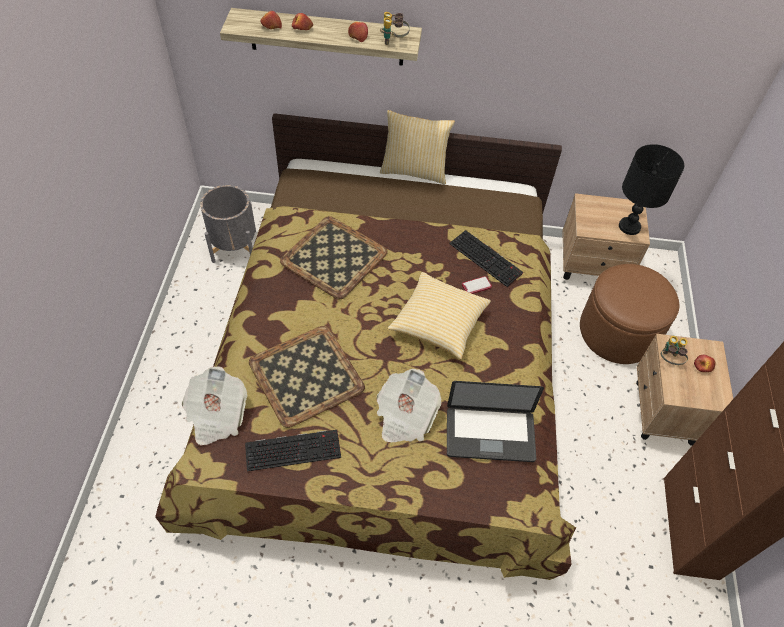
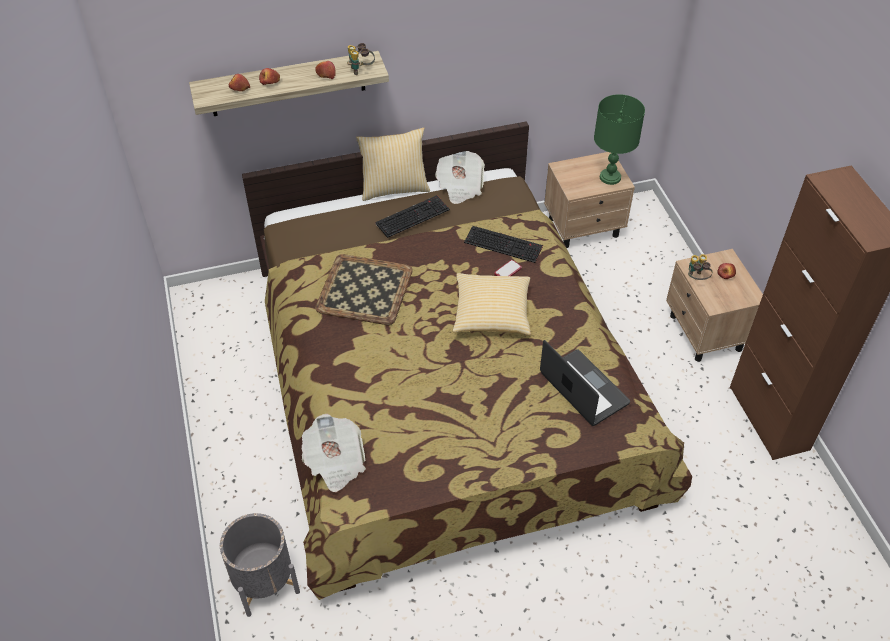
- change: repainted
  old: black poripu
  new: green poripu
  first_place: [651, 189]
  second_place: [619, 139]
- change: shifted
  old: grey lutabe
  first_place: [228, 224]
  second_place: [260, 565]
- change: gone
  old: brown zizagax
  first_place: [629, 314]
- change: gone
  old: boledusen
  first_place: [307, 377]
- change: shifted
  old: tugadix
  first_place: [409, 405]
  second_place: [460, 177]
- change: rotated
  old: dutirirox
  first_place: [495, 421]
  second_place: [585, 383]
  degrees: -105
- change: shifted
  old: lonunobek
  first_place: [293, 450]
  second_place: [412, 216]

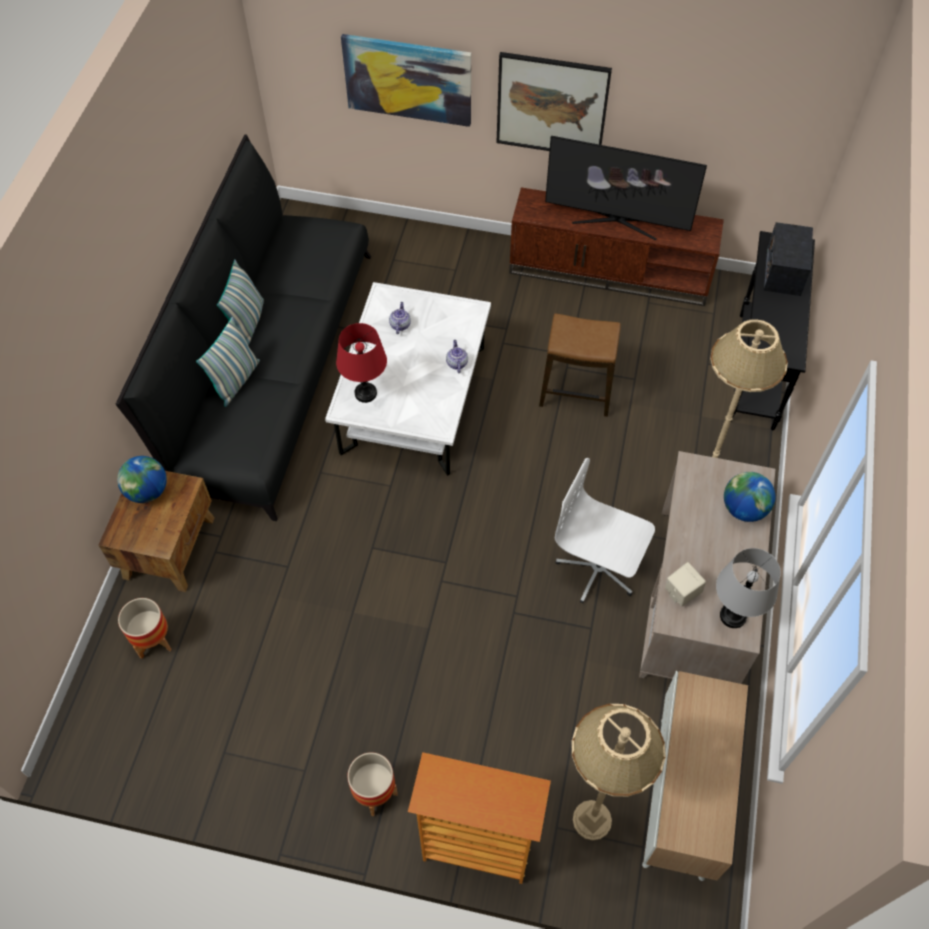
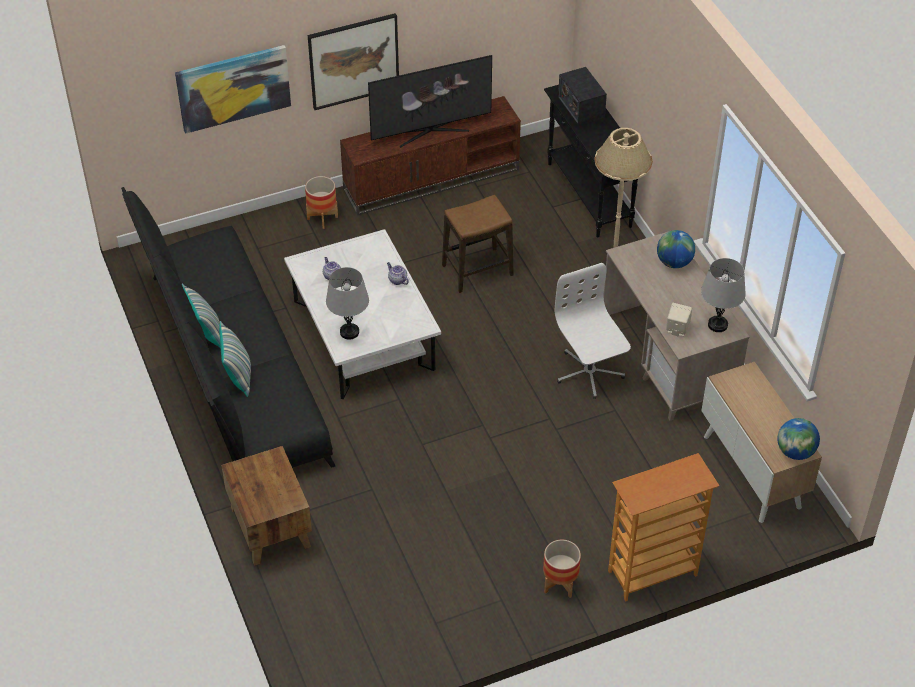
- change: repainted
  old: red poripu
  new: grey poripu
  first_place: [361, 363]
  second_place: [347, 303]
- change: shifted
  old: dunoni
  first_place: [142, 479]
  second_place: [798, 439]
- change: rotated
  old: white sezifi
  first_place: [605, 530]
  second_place: [593, 331]
  degrees: 75
- change: shifted
  old: lutabe
  first_place: [145, 628]
  second_place: [321, 202]
- change: gone
  old: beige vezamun
  first_place: [618, 772]

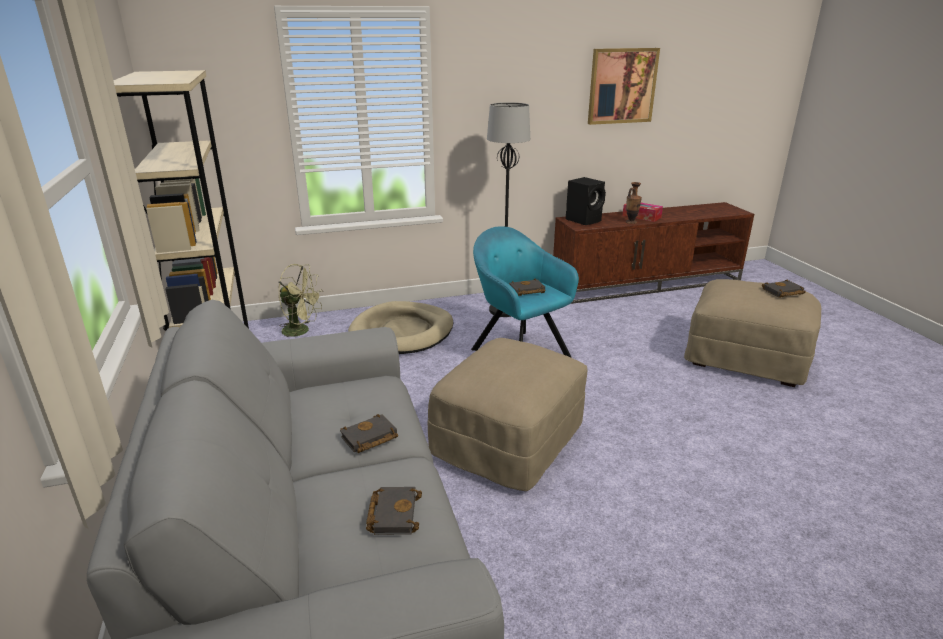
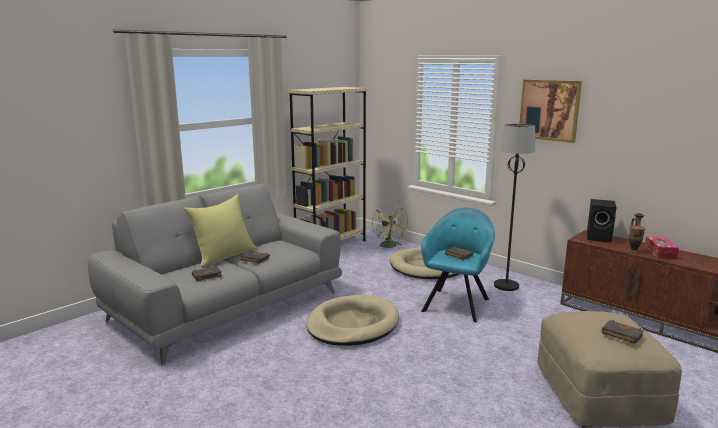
- change: shifted
  old: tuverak
  first_place: [624, 86]
  second_place: [550, 111]
- change: swapped
  old: beige zizagax
  new: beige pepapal
  first_place: [507, 414]
  second_place: [352, 320]
- change: new
  new: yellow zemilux
  second_place: [219, 230]

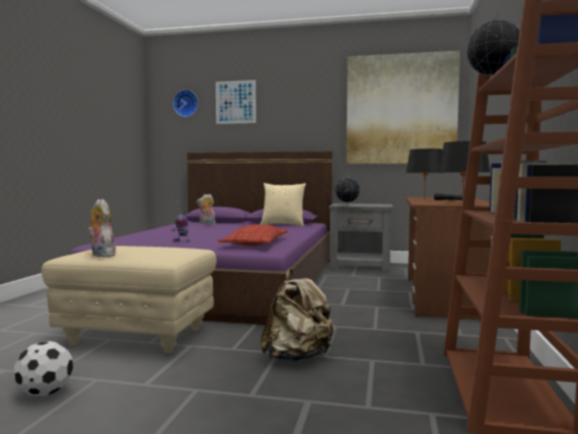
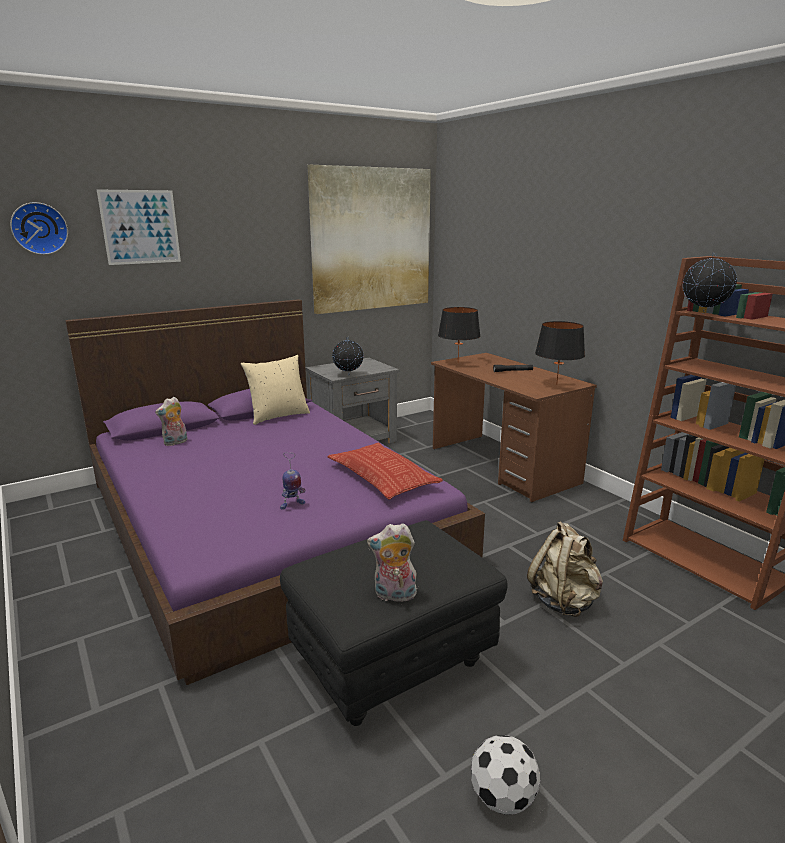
- change: repainted
  old: beige zizagax
  new: black zizagax
  first_place: [128, 300]
  second_place: [394, 623]

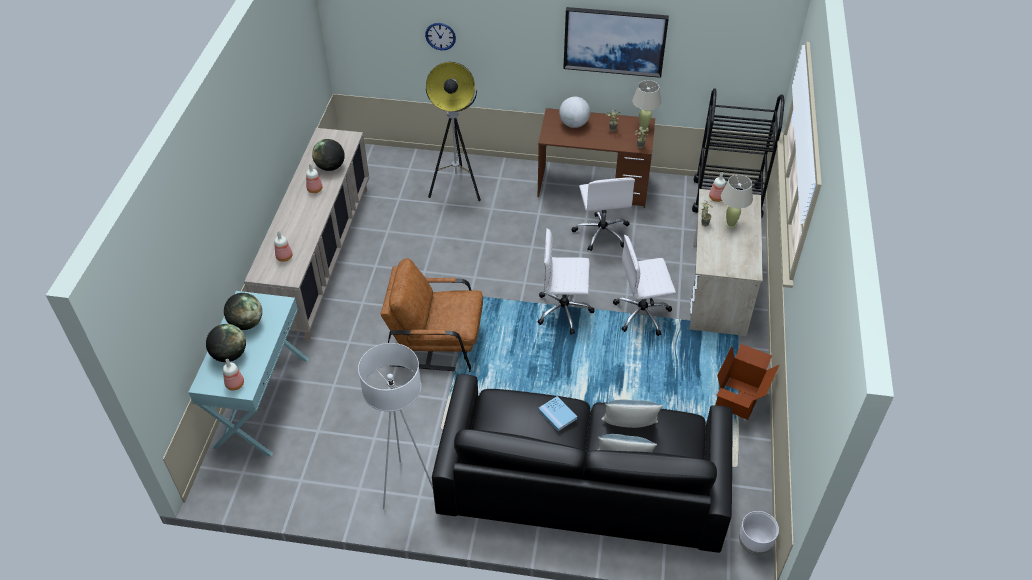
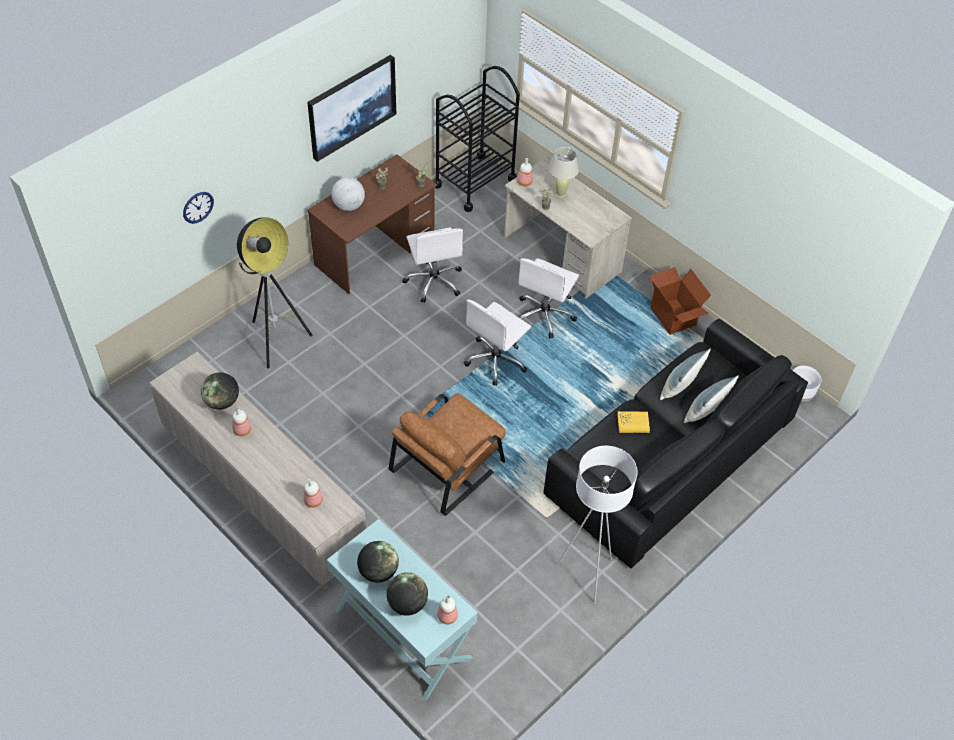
- change: gone
  old: beige poripu
  first_place: [646, 105]
- change: rotated
  old: white sezifi
  first_place: [603, 214]
  second_place: [432, 265]
  degrees: 45
- change: repainted
  old: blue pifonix
  new: yellow pifonix
  first_place: [557, 413]
  second_place: [633, 422]

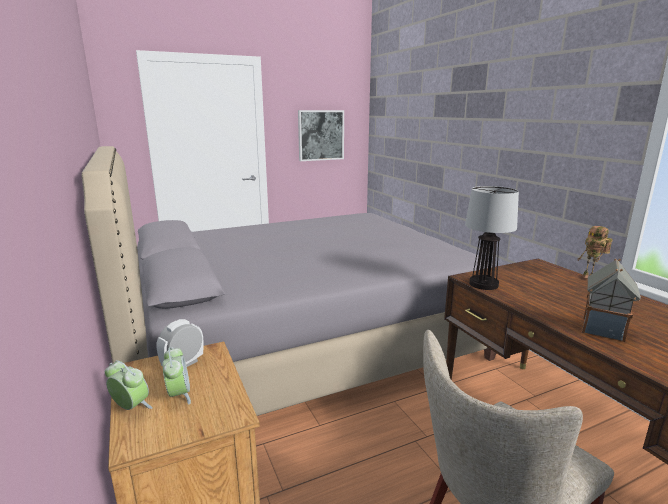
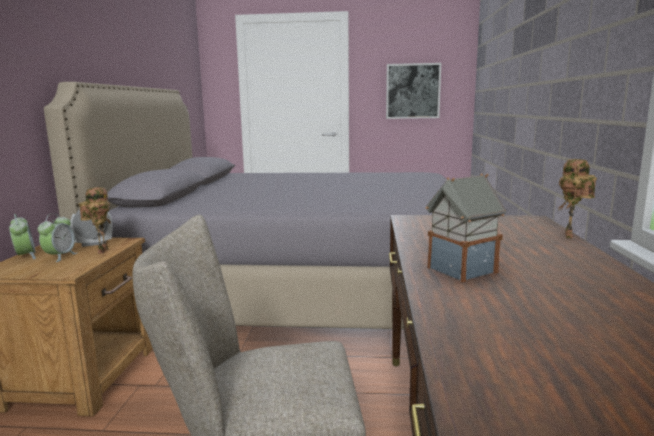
- change: gone
  old: poripu
  first_place: [492, 238]
- change: new
  new: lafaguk
  second_place: [95, 220]

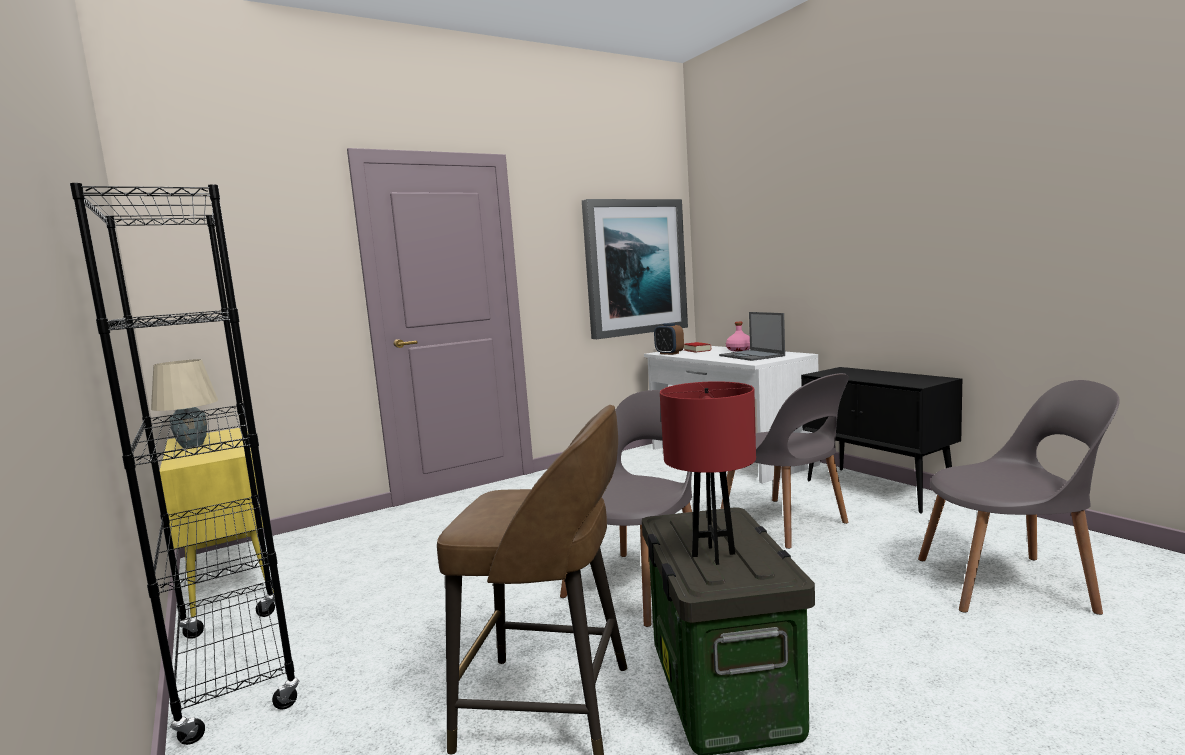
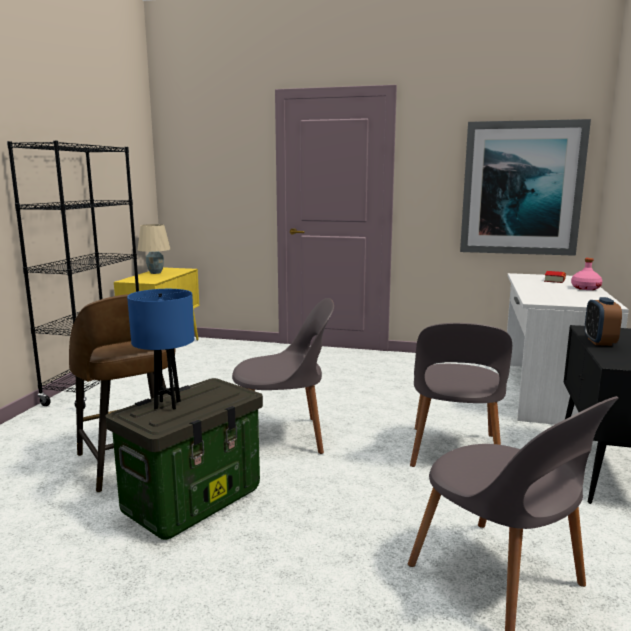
- change: gone
  old: dutirirox
  first_place: [752, 336]
- change: shifted
  old: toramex
  first_place: [669, 339]
  second_place: [603, 321]
- change: repainted
  old: red poripu
  new: blue poripu
  first_place: [708, 473]
  second_place: [160, 349]

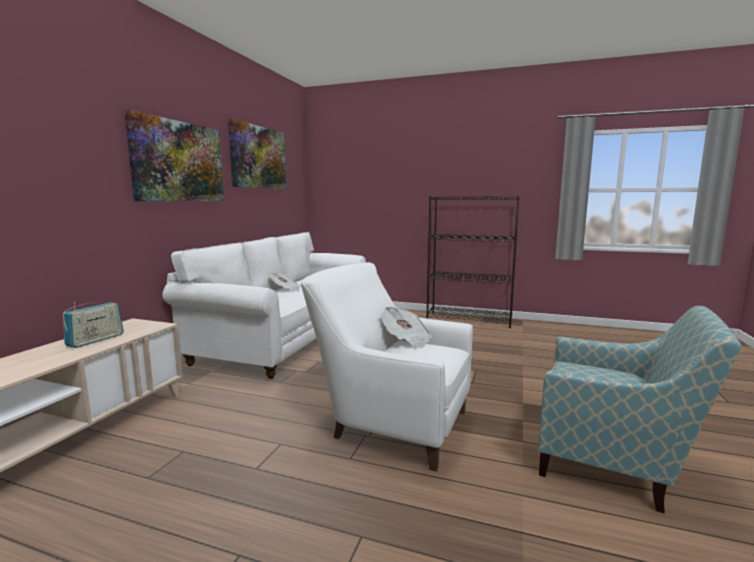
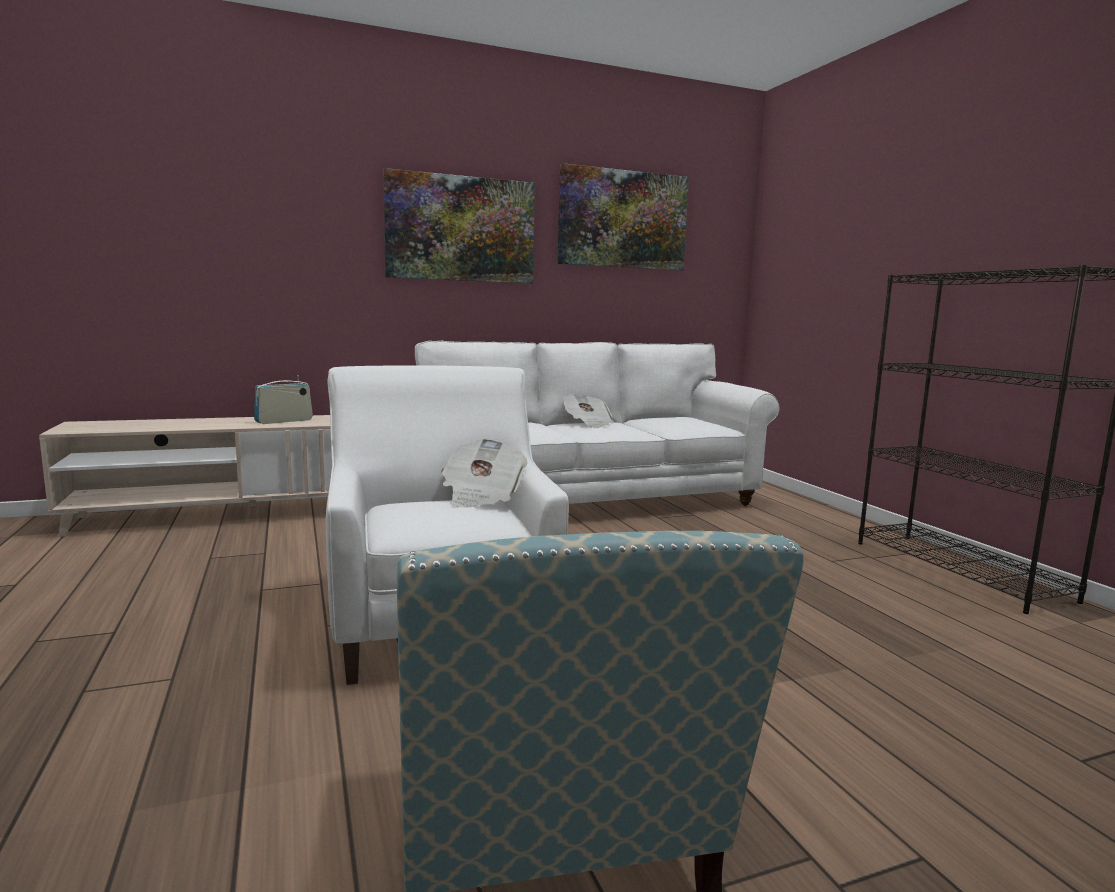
- change: rotated
  old: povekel
  first_place: [93, 325]
  second_place: [283, 399]
  degrees: 150

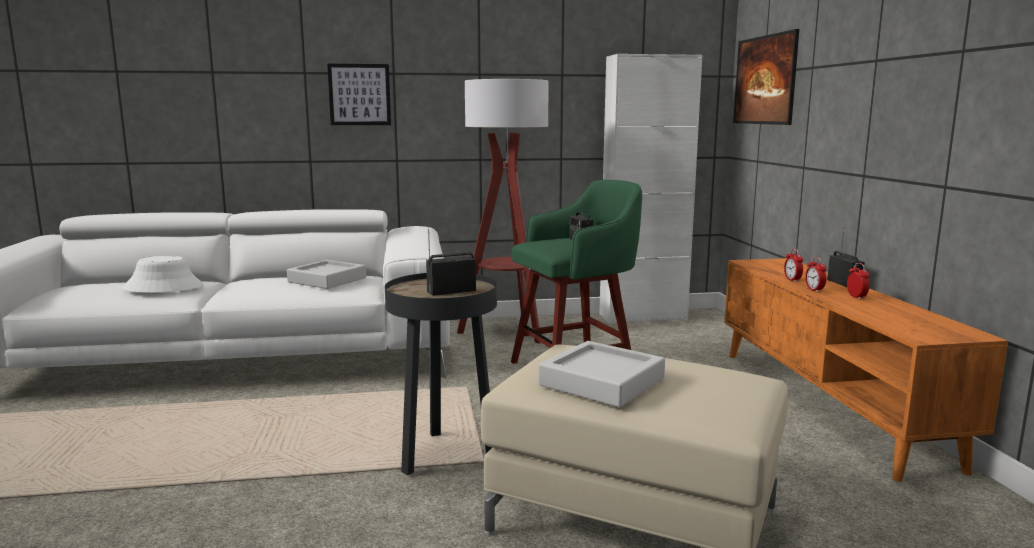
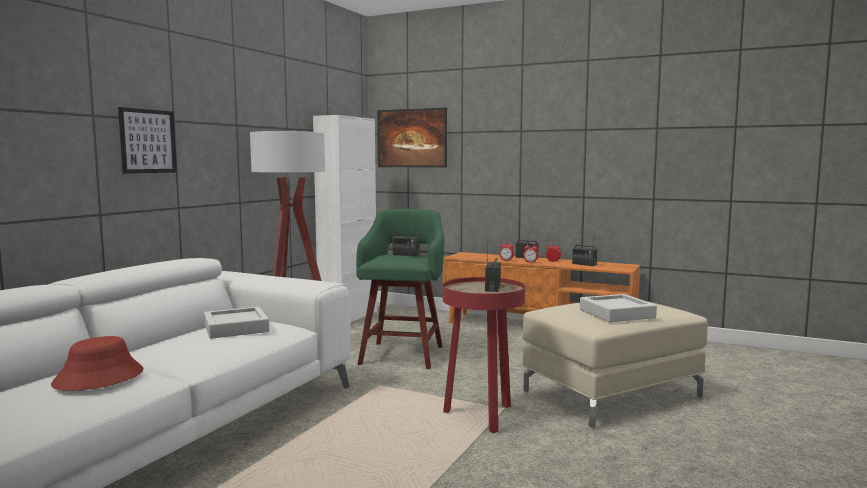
- change: repainted
  old: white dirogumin
  new: red dirogumin
  first_place: [162, 274]
  second_place: [97, 363]
- change: repainted
  old: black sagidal
  new: red sagidal
  first_place: [441, 374]
  second_place: [484, 355]
- change: new
  new: povekel
  second_place: [584, 249]

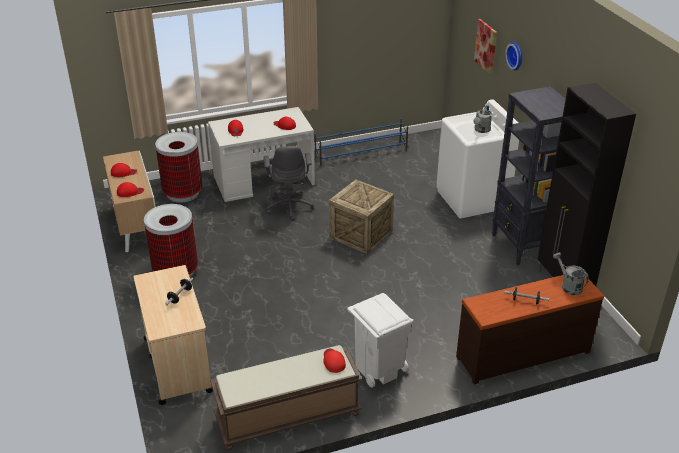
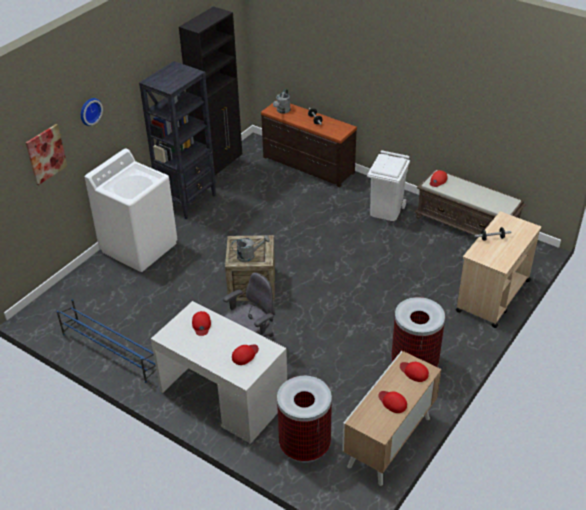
- change: shifted
  old: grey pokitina
  first_place: [482, 119]
  second_place: [251, 248]

